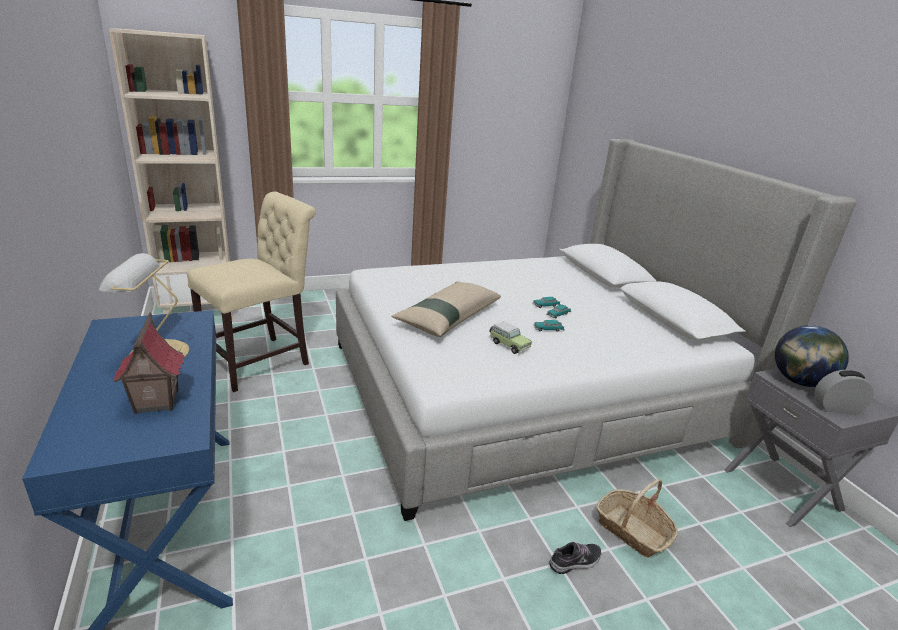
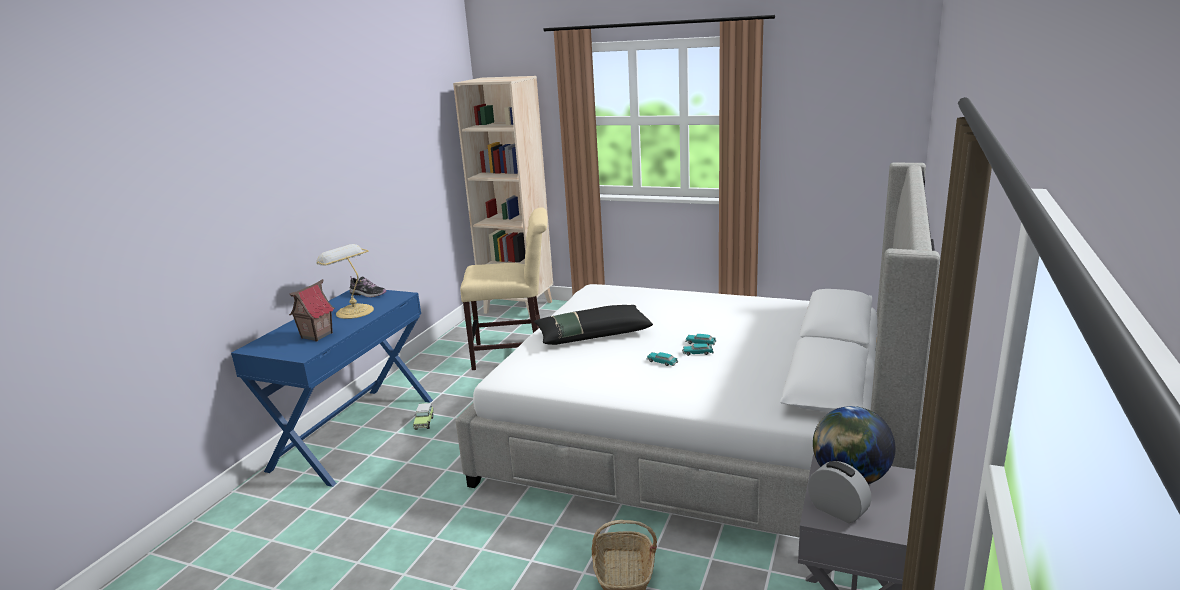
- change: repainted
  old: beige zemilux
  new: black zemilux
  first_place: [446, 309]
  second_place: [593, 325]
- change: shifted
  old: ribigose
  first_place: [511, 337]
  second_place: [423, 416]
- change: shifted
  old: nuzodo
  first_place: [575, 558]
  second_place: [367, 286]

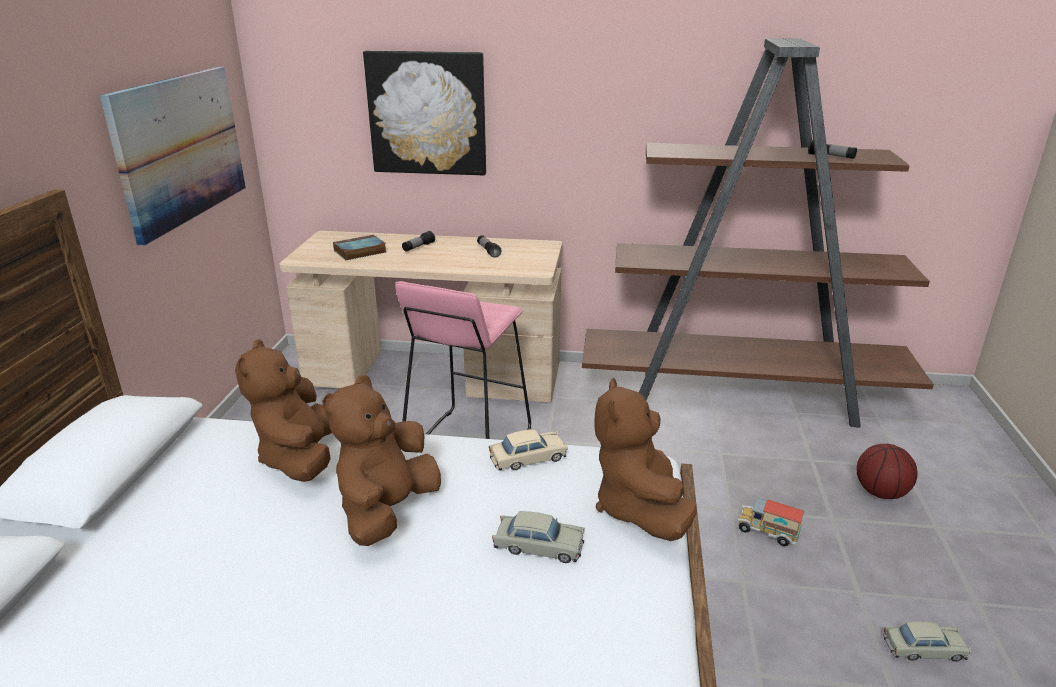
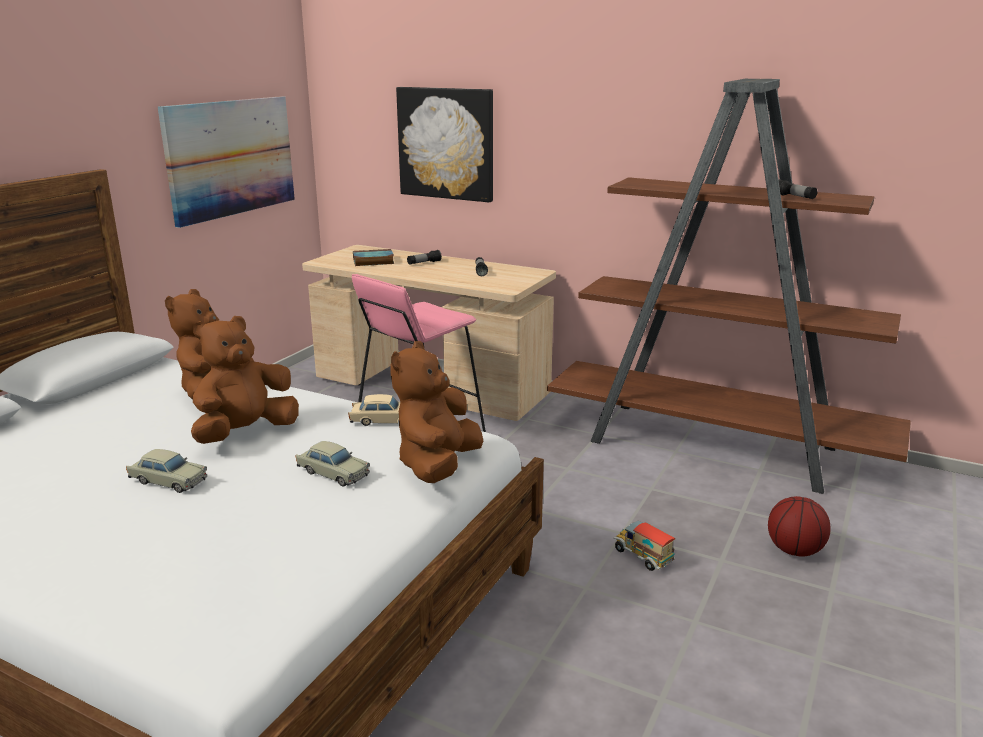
- change: shifted
  old: beige ribigose
  first_place: [927, 642]
  second_place: [166, 471]

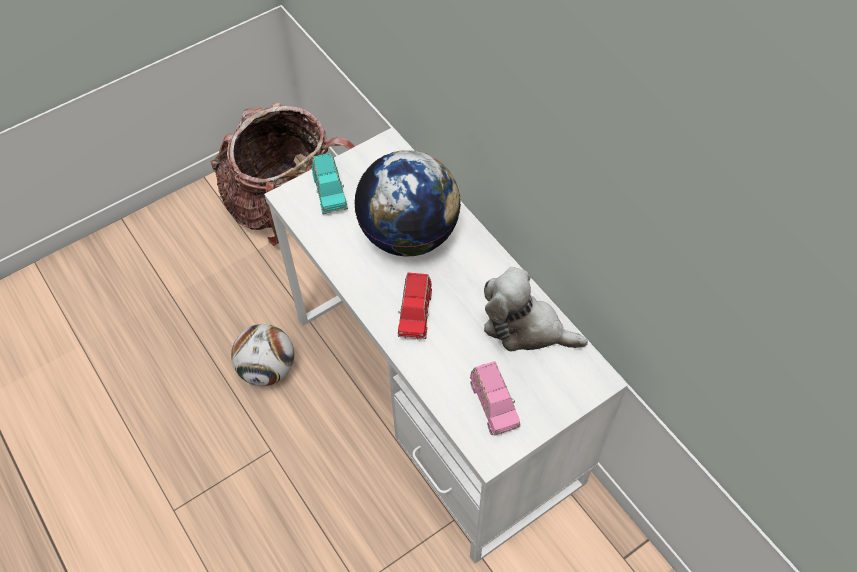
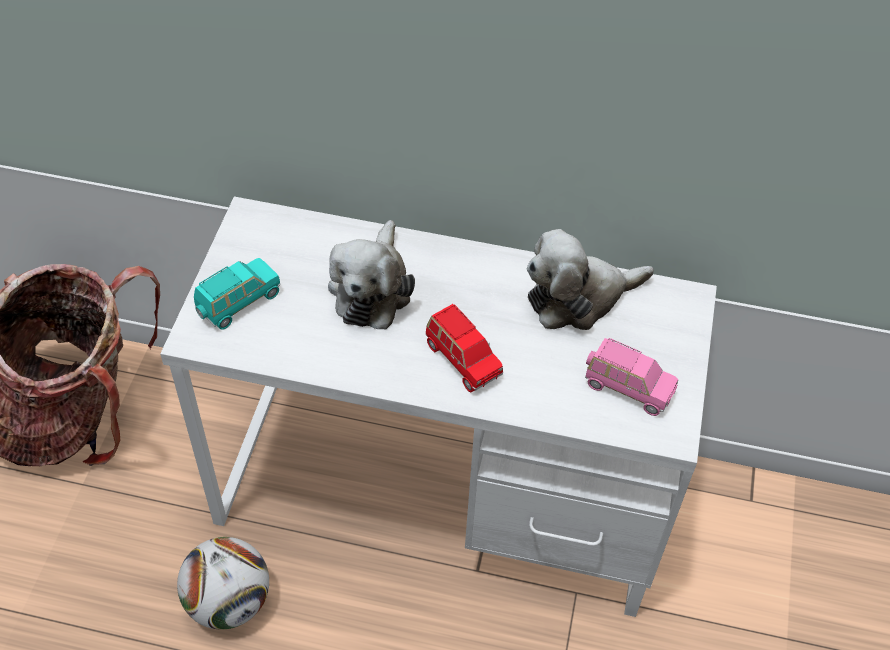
- change: swapped
  old: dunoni
  new: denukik
  first_place: [407, 203]
  second_place: [371, 275]
- change: rotated
  old: turquoise ribigose
  first_place: [330, 183]
  second_place: [237, 294]
  degrees: -75

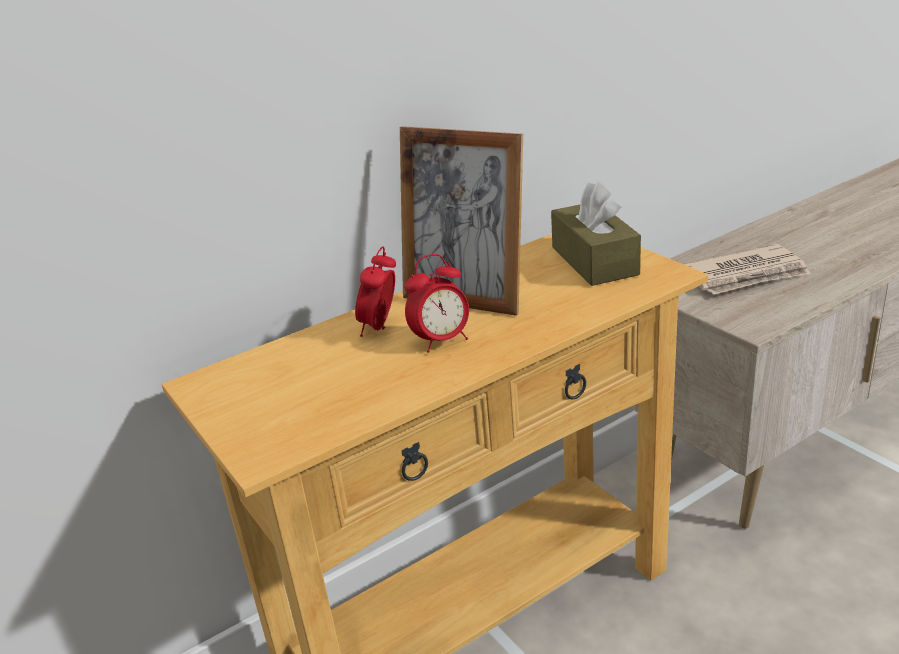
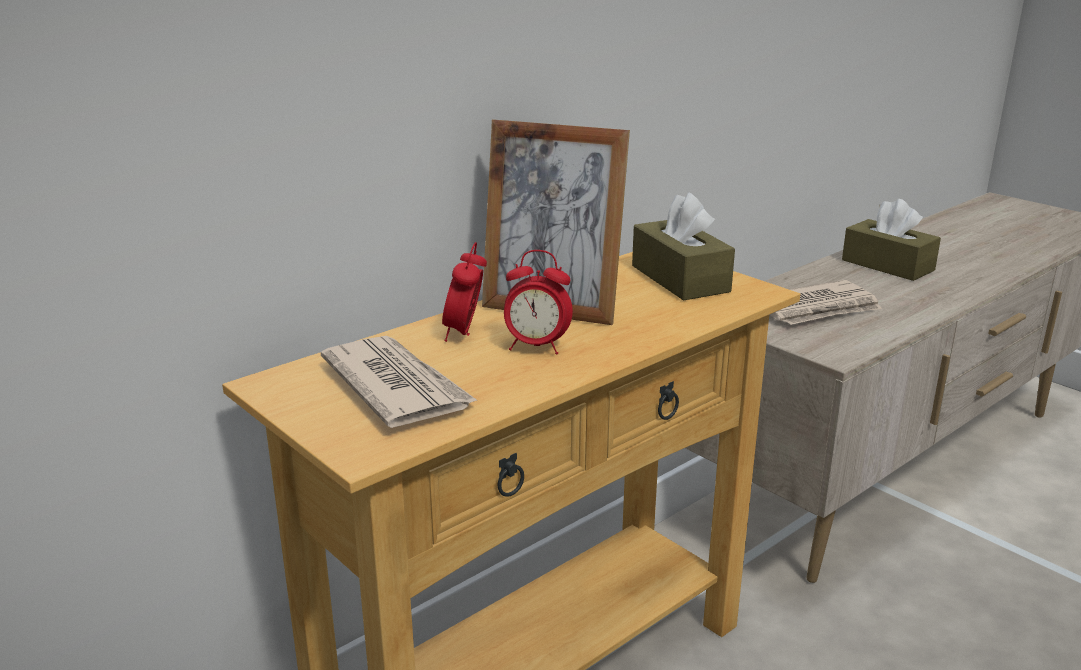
- change: rotated
  old: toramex
  first_place: [436, 303]
  second_place: [538, 302]
  degrees: 45
- change: new
  new: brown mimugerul
  second_place: [891, 240]
- change: new
  new: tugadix
  second_place: [399, 382]

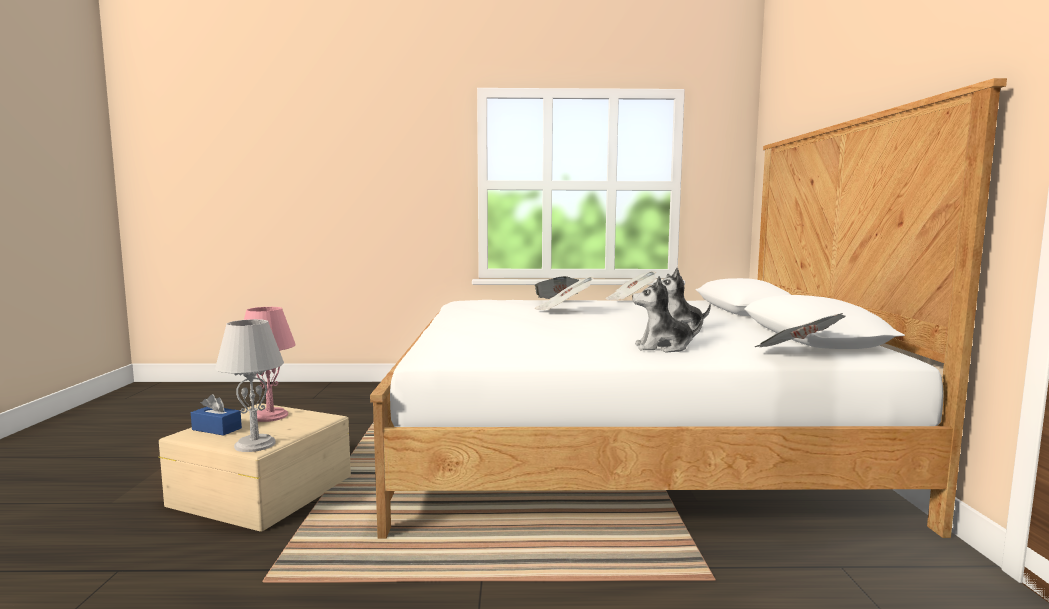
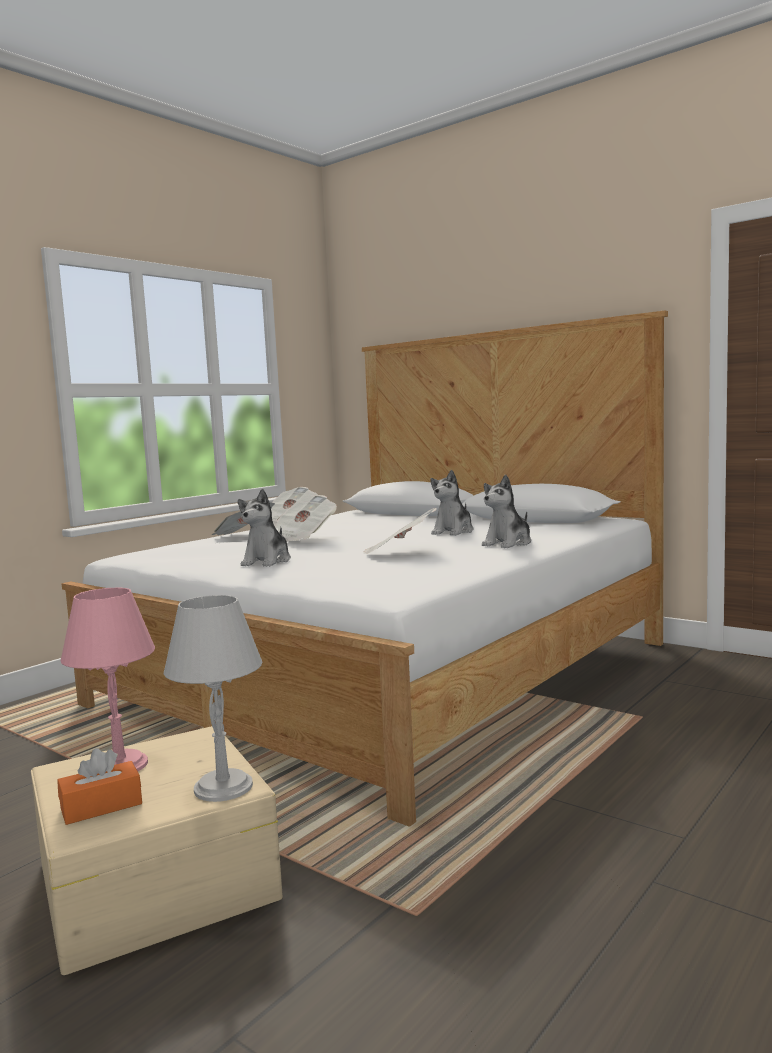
- change: shifted
  old: tugadix
  first_place: [799, 330]
  second_place: [399, 531]
- change: repainted
  old: blue mimugerul
  new: orange mimugerul
  first_place: [216, 415]
  second_place: [99, 786]
- change: new
  new: denukik
  second_place: [264, 527]

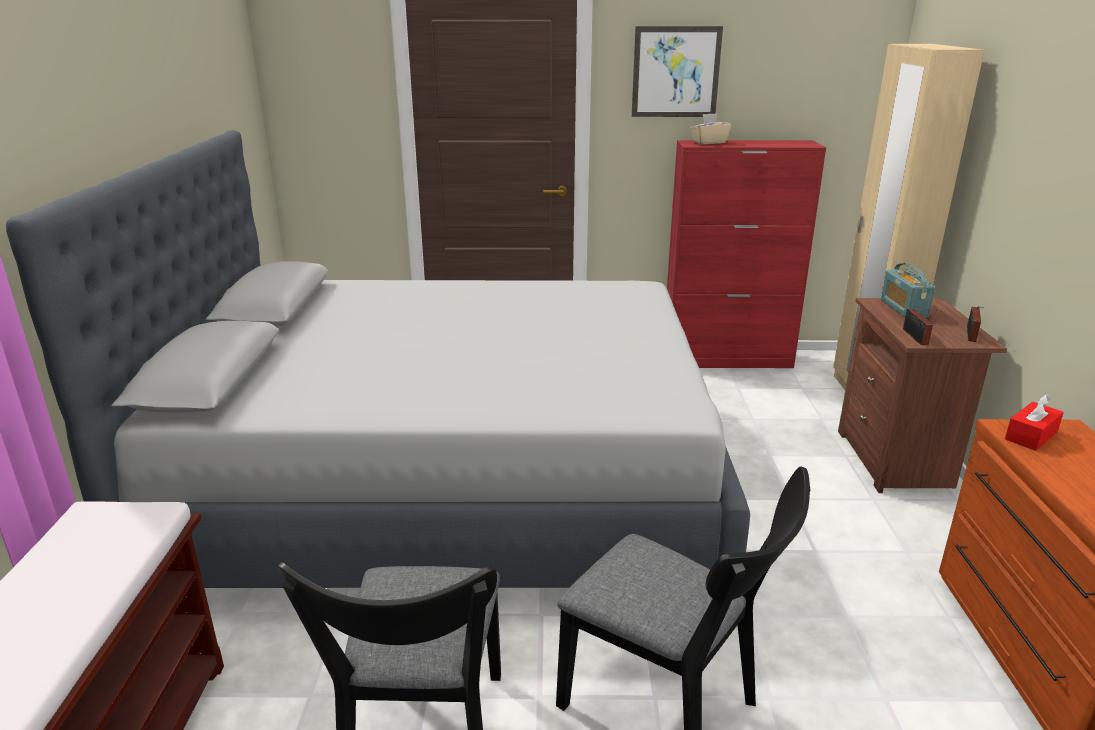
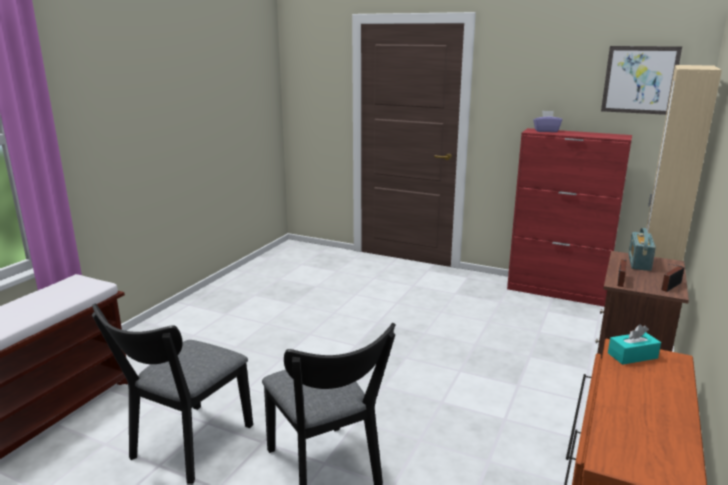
- change: shifted
  old: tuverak
  first_place: [677, 71]
  second_place: [641, 80]
- change: repainted
  old: beige mimugerul
  new: purple mimugerul
  first_place: [710, 129]
  second_place: [547, 121]
- change: gone
  old: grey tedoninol
  first_place: [378, 359]
- change: repainted
  old: red mimugerul
  new: turquoise mimugerul
  first_place: [1034, 423]
  second_place: [634, 344]

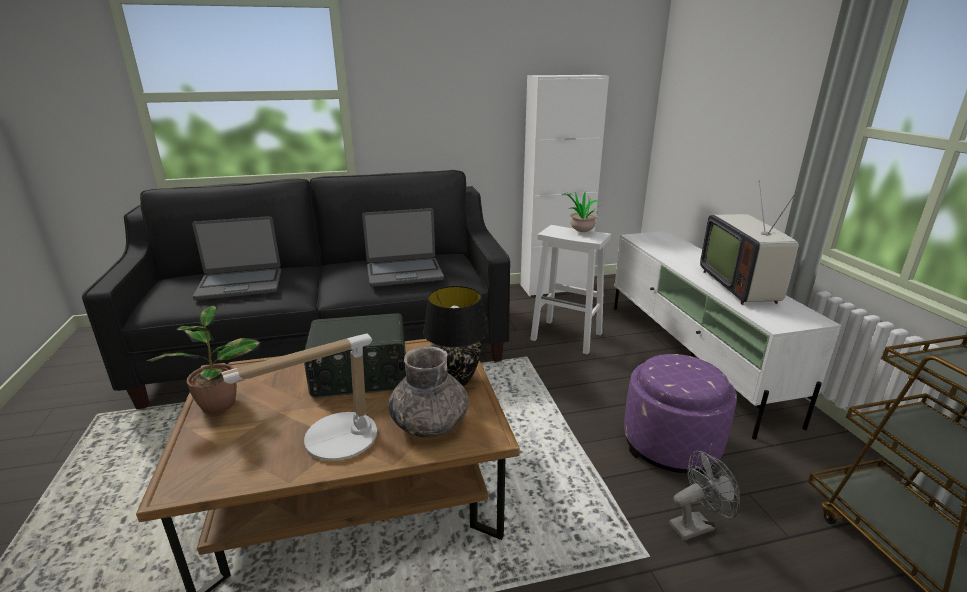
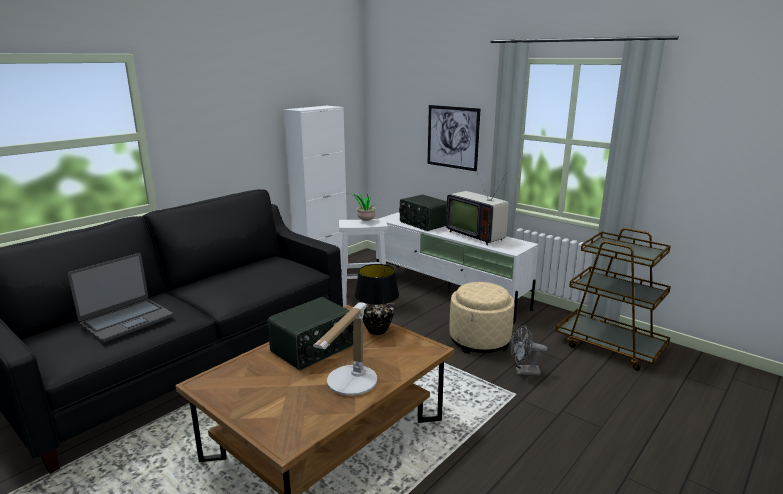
- change: gone
  old: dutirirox
  first_place: [403, 247]
- change: gone
  old: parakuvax
  first_place: [203, 359]
- change: gone
  old: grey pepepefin
  first_place: [429, 391]
- change: repainted
  old: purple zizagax
  new: beige zizagax
  first_place: [680, 414]
  second_place: [482, 318]
- change: rotated
  old: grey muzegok
  first_place: [704, 496]
  second_place: [528, 350]
  degrees: -120
- change: new
  new: tuverak
  second_place: [454, 138]
- change: new
  new: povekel
  second_place: [423, 213]

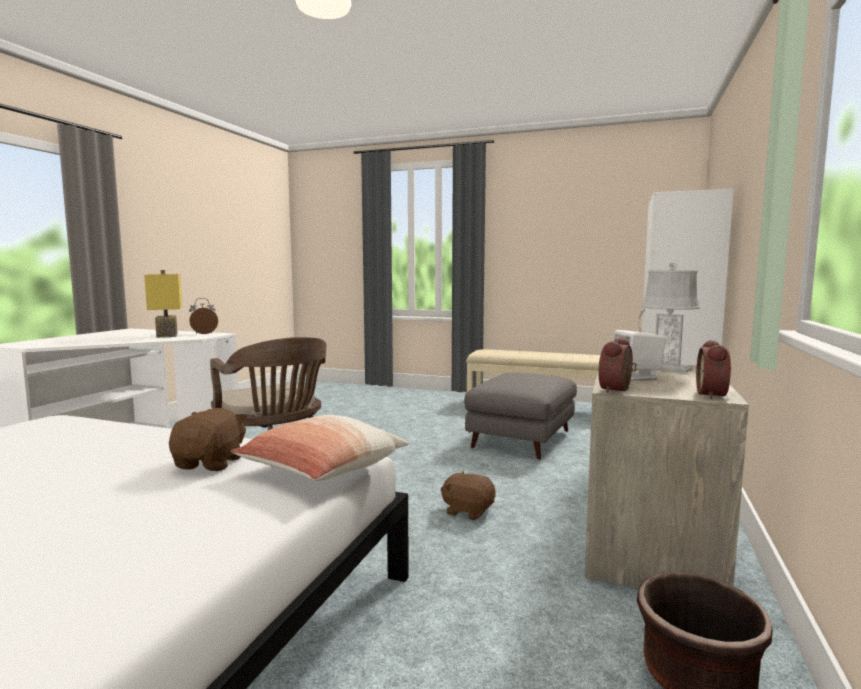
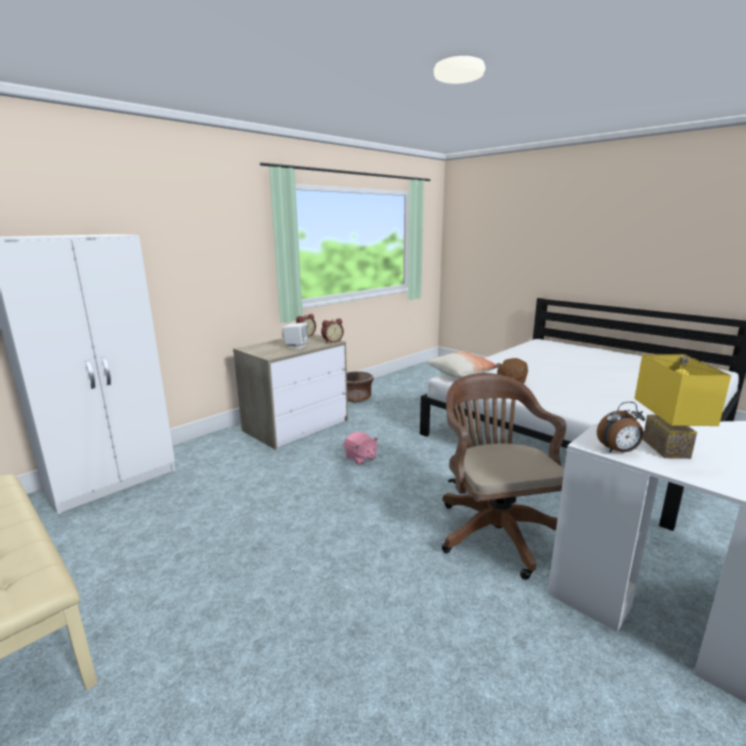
- change: gone
  old: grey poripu
  first_place: [671, 318]
- change: gone
  old: grey zizagax
  first_place: [520, 416]
- change: repainted
  old: brown denukik
  new: pink denukik
  first_place: [468, 495]
  second_place: [360, 448]

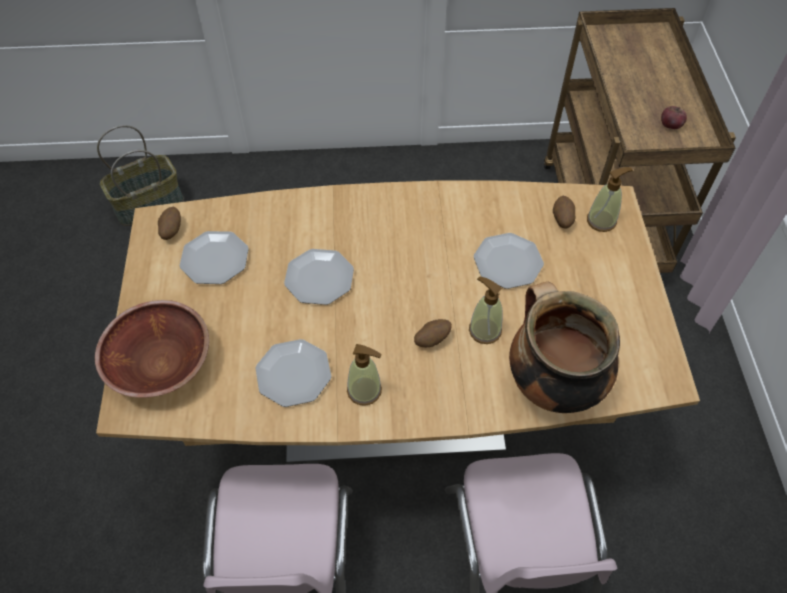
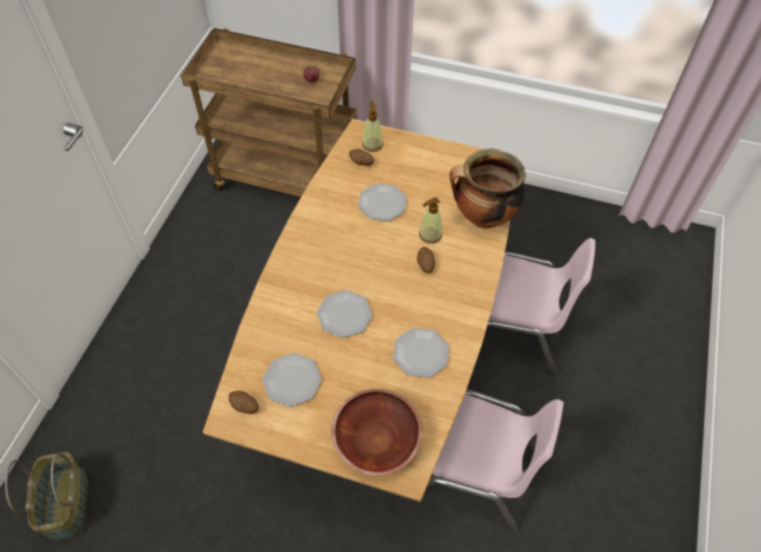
- change: gone
  old: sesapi
  first_place: [364, 375]

